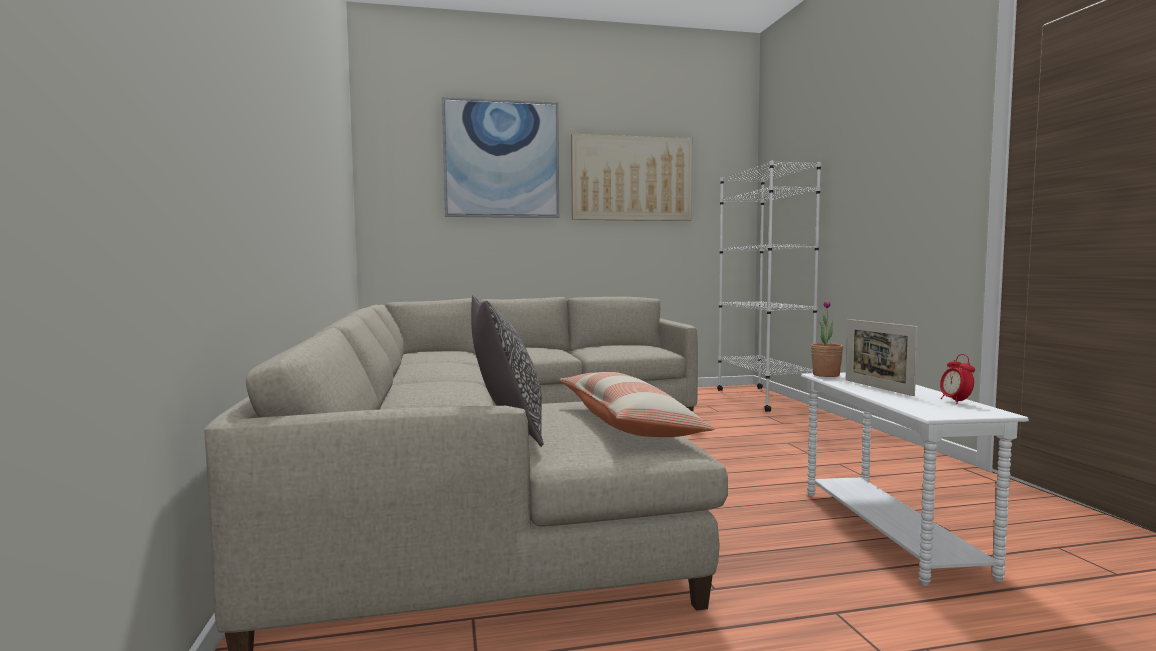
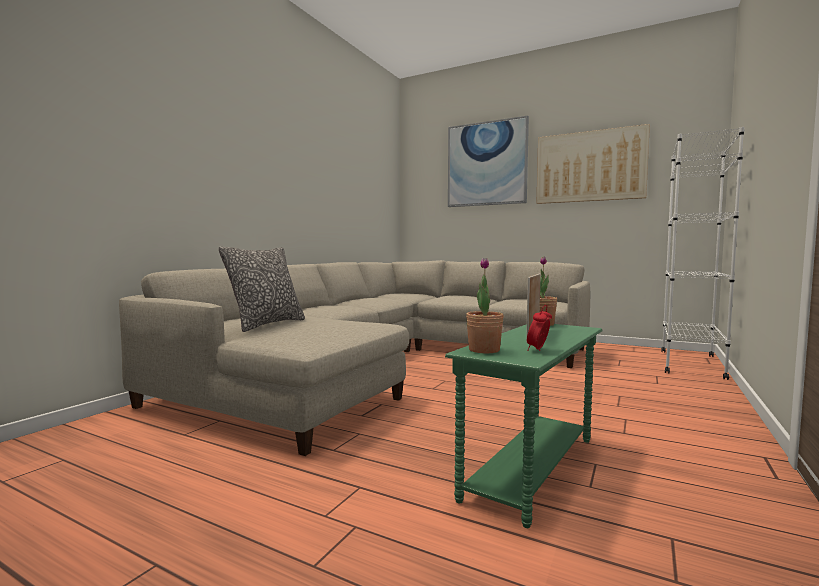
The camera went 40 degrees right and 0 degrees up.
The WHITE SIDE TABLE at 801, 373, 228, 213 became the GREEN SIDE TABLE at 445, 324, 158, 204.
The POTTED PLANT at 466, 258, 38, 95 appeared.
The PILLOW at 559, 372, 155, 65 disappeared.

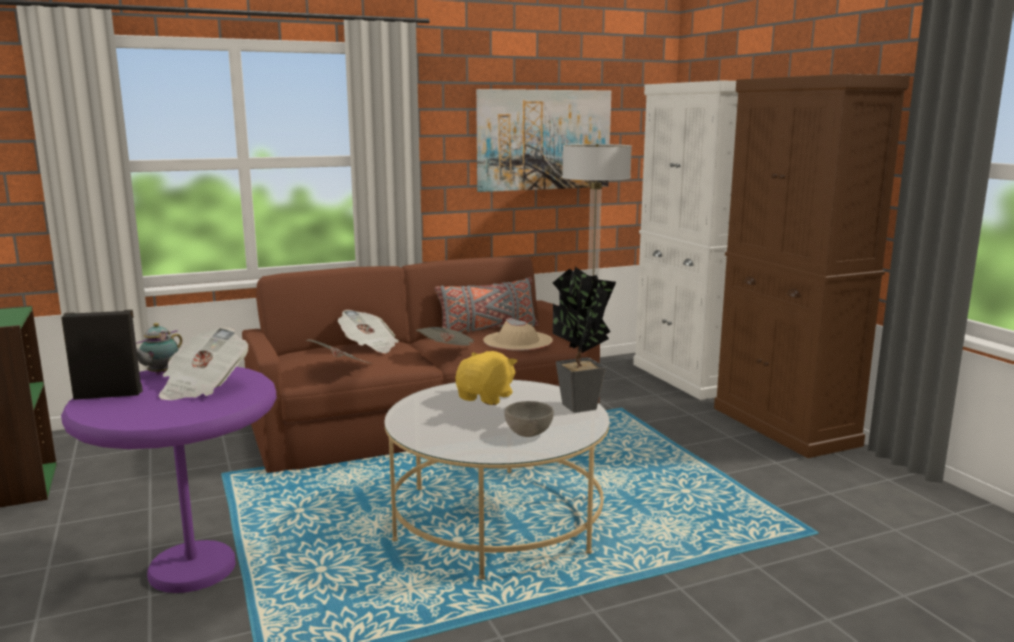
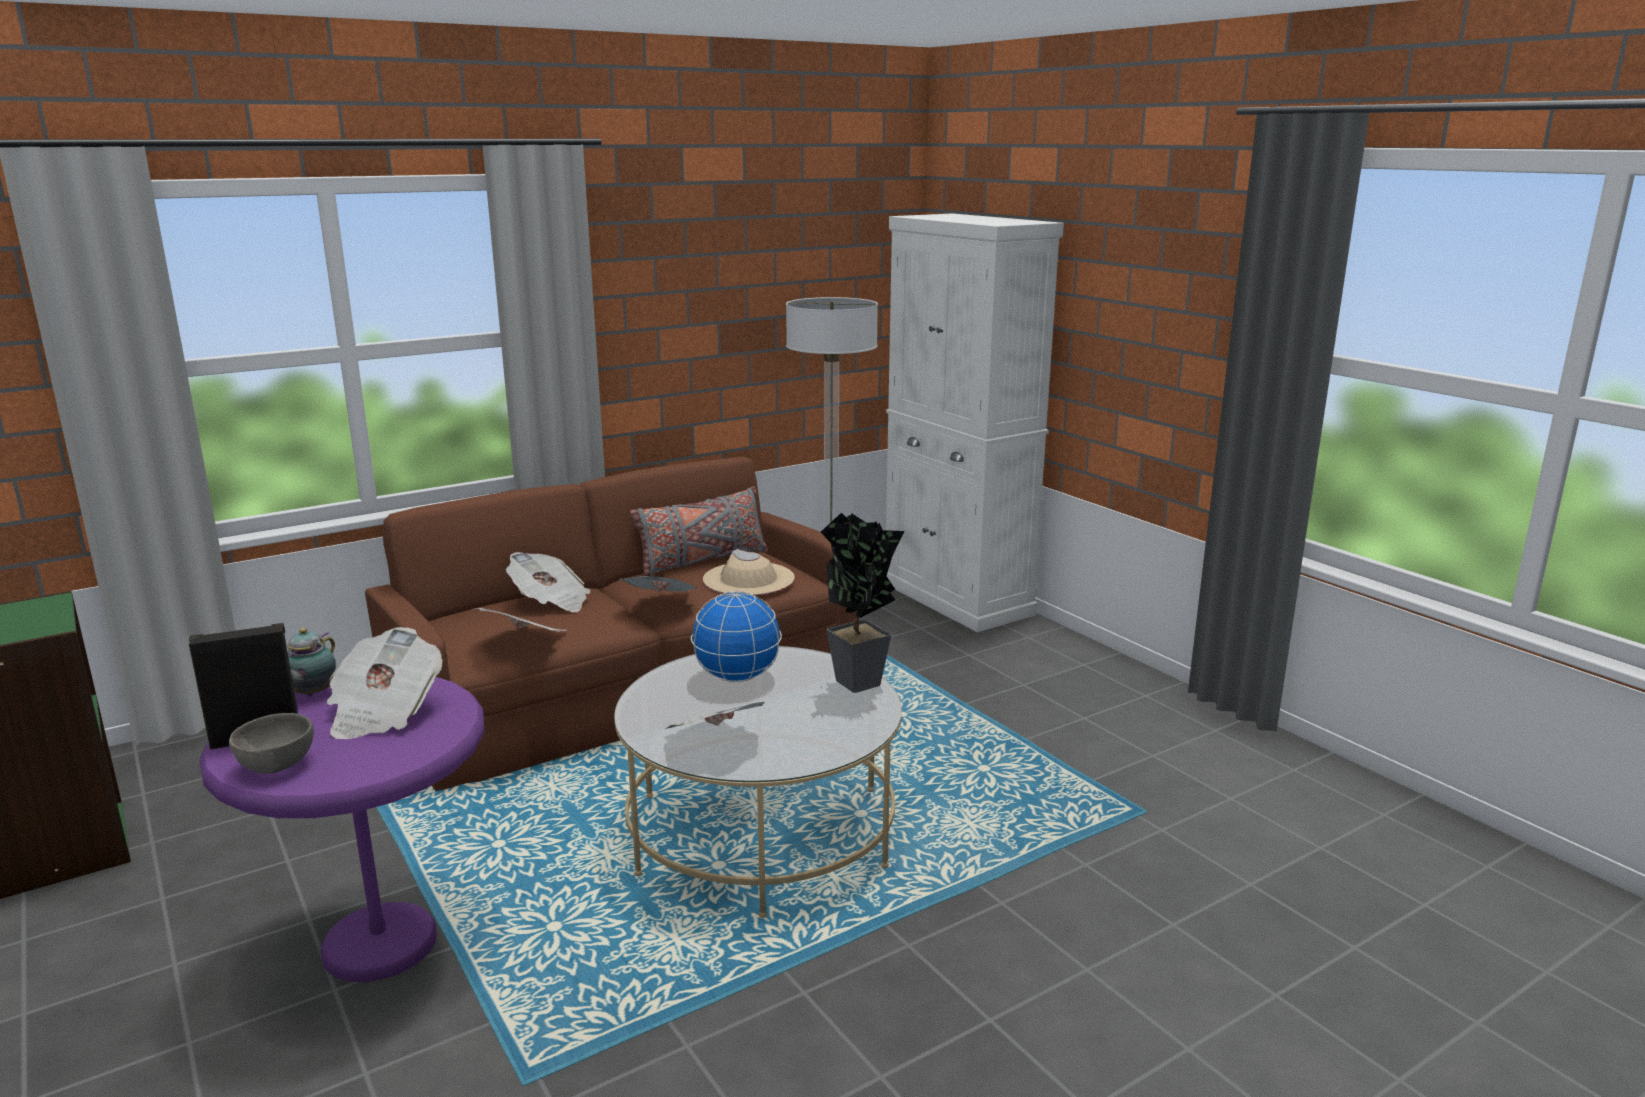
The camera went 10 degrees left and 5 degrees up.
The GREY BOWL moved from 504, 401, 50, 36 to 229, 713, 85, 61.
The NEWSPAPER at 667, 702, 98, 26 appeared.
The YELLOW PLUSH TOY at 456, 351, 61, 54 was replaced by the GLOBE at 691, 591, 91, 91.
The PICTURE at 476, 89, 135, 103 disappeared.
The BROWN CABINET at 714, 74, 196, 384 disappeared.

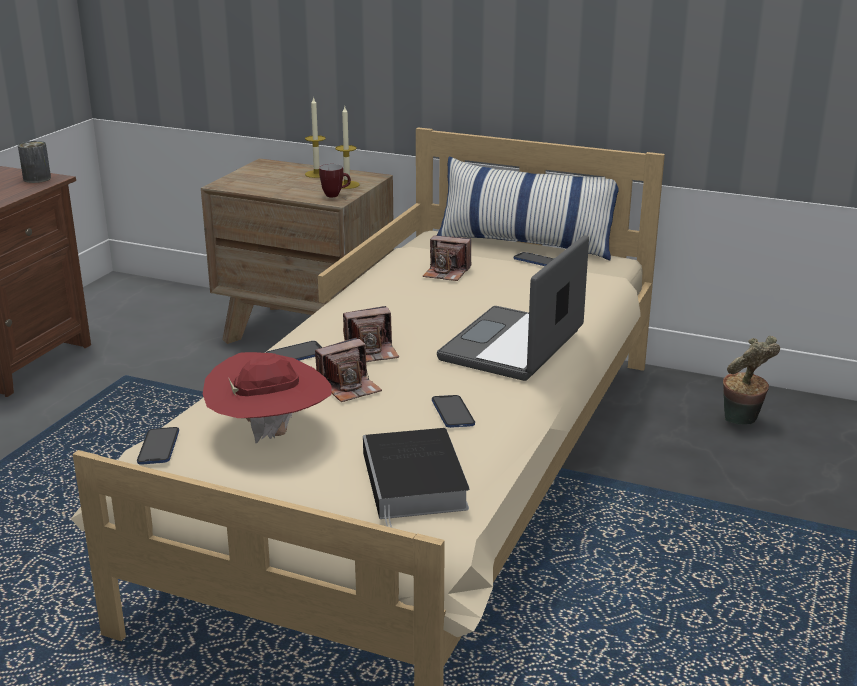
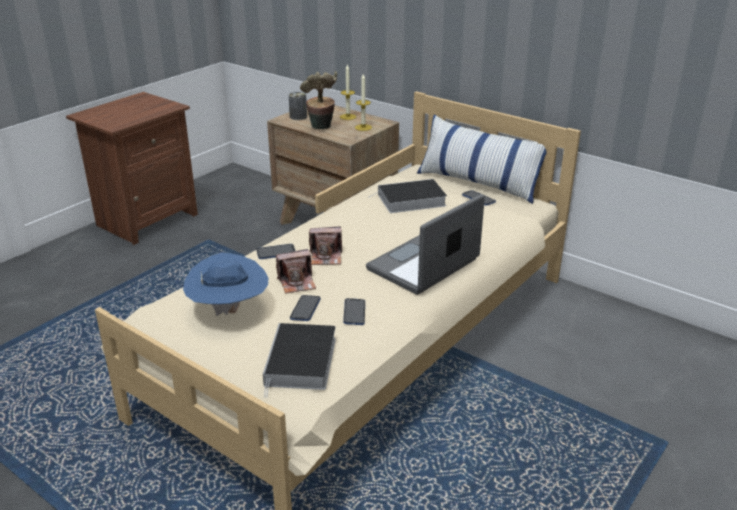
The camera went 15 degrees right and 5 degrees up.
The RED HAT at 203, 352, 129, 91 became the BLUE HAT at 183, 253, 85, 63.
The CAN moved from 18, 141, 33, 42 to 289, 92, 18, 28.
The PHONE moved from 137, 427, 42, 38 to 290, 295, 31, 26.
The POTTED PLANT moved from 723, 336, 57, 89 to 300, 71, 37, 58.
The PHOTO CAMERA at 423, 235, 48, 46 was replaced by the BOOK at 368, 179, 79, 34.
The MUG at 319, 164, 32, 33 disappeared.

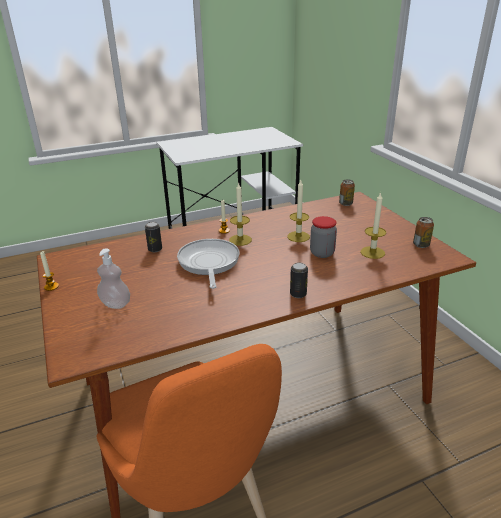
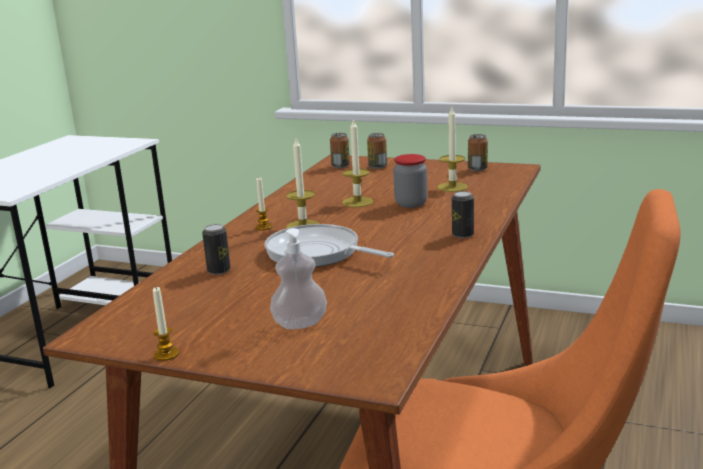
The camera went 45 degrees left and 10 degrees down.
The CAN at 367, 133, 20, 36 appeared.

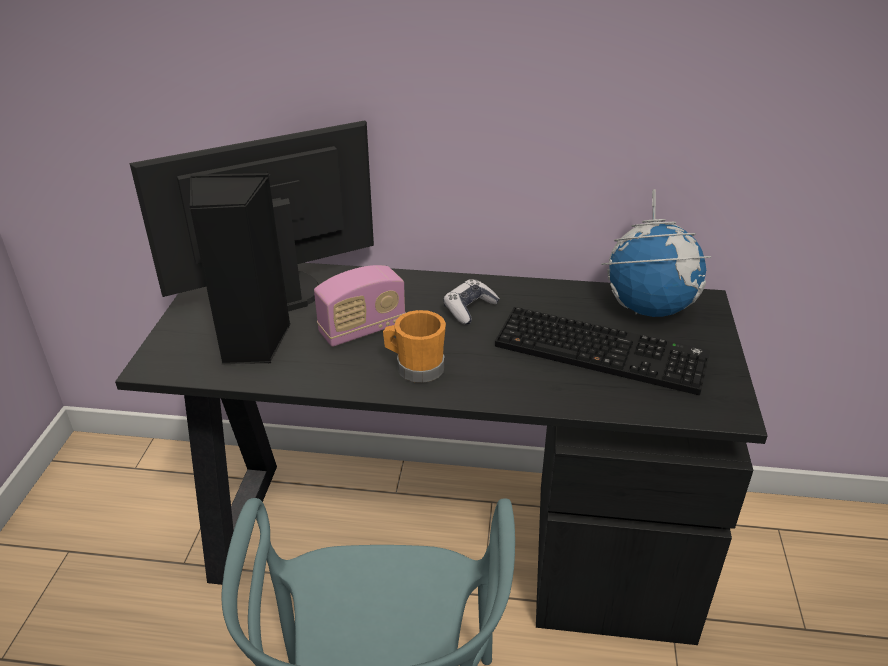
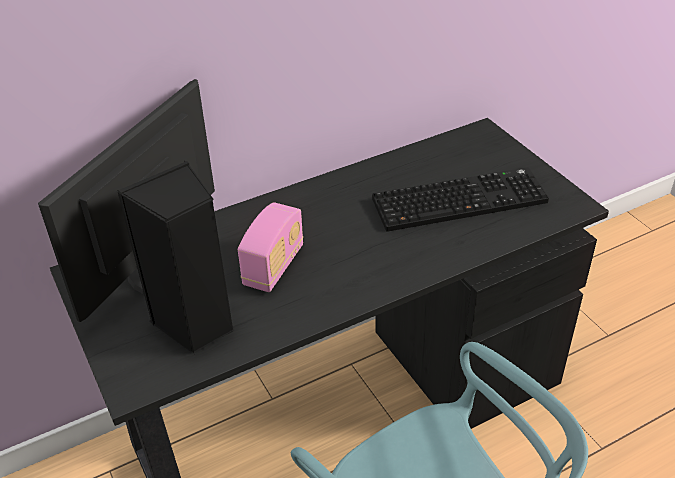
The camera went 35 degrees left and 5 degrees up.
The ORANGE MUG at 383, 310, 63, 73 disappeared.
The GAME CONTROLLER at 443, 279, 56, 46 disappeared.
The GLOBE at 601, 189, 110, 128 disappeared.

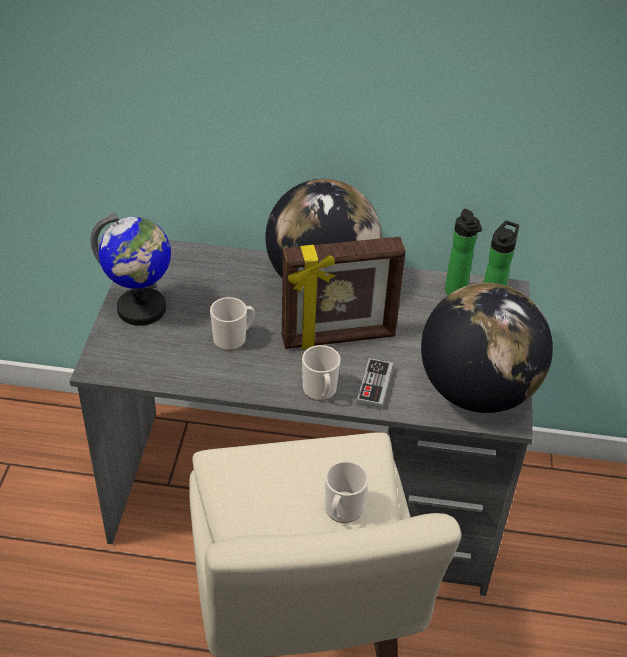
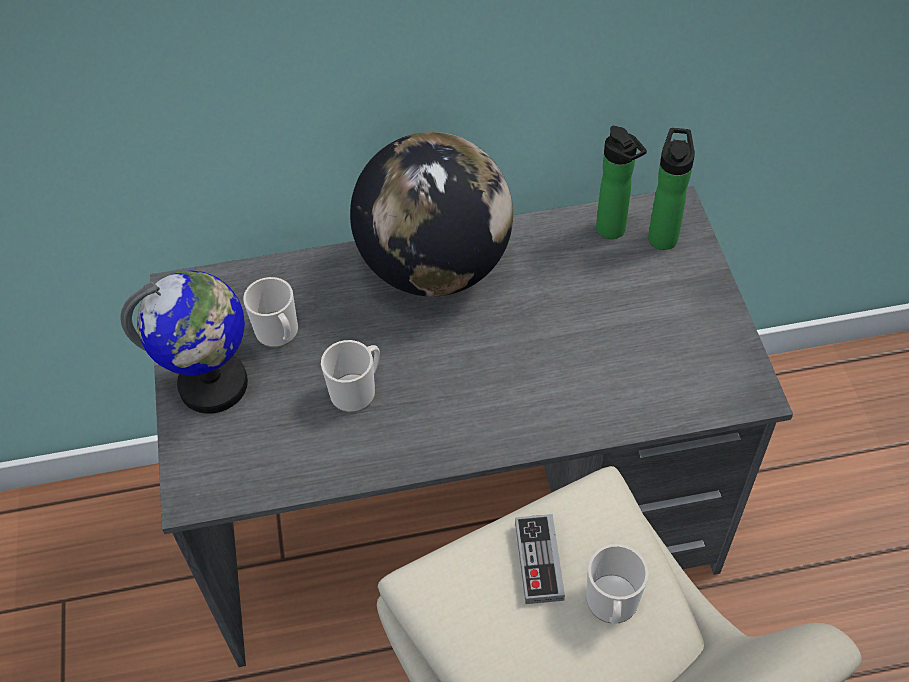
The camera went 15 degrees left and 10 degrees up.
The MUG moved from 302, 345, 39, 56 to 243, 277, 55, 70.
The GAME CONTROLLER moved from 356, 358, 37, 52 to 515, 514, 50, 90.
The PICTURE FRAME at 282, 237, 124, 112 disappeared.
The GLOBE at 421, 283, 132, 130 disappeared.

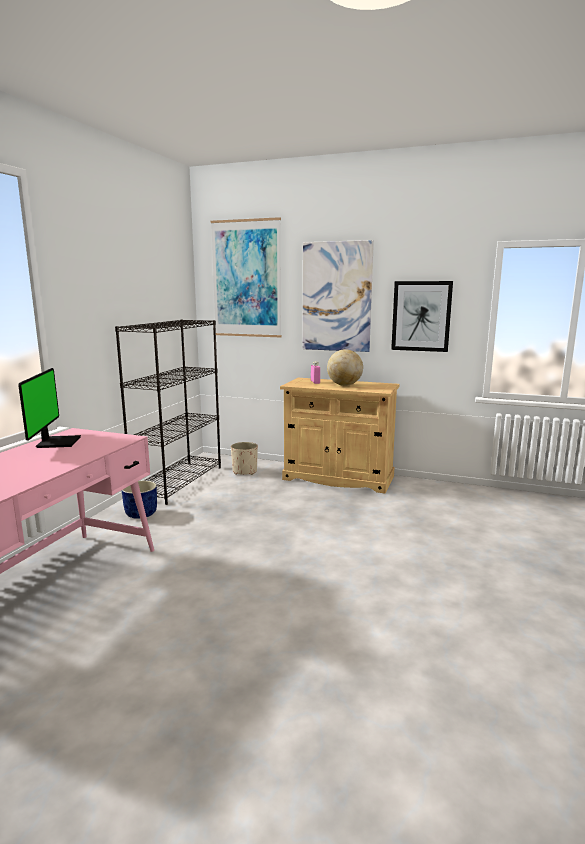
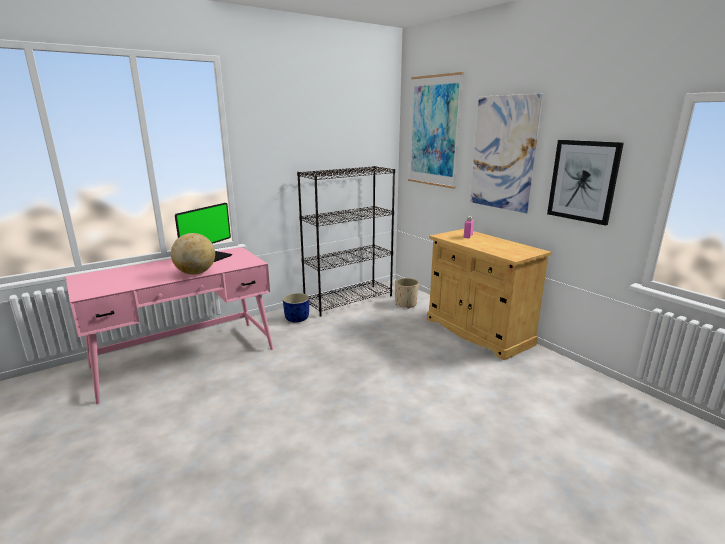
The camera went 35 degrees right and 5 degrees up.
The GLOBE moved from 327, 349, 36, 37 to 171, 233, 44, 42.

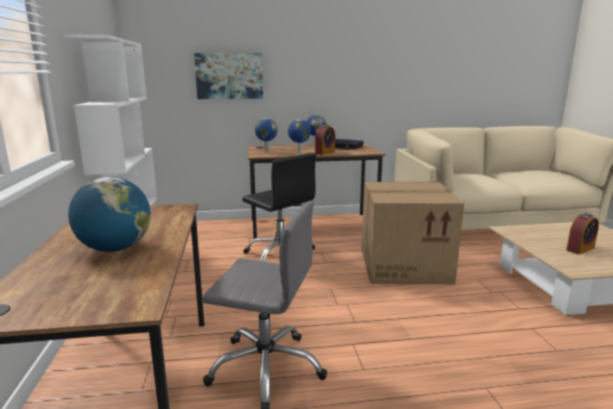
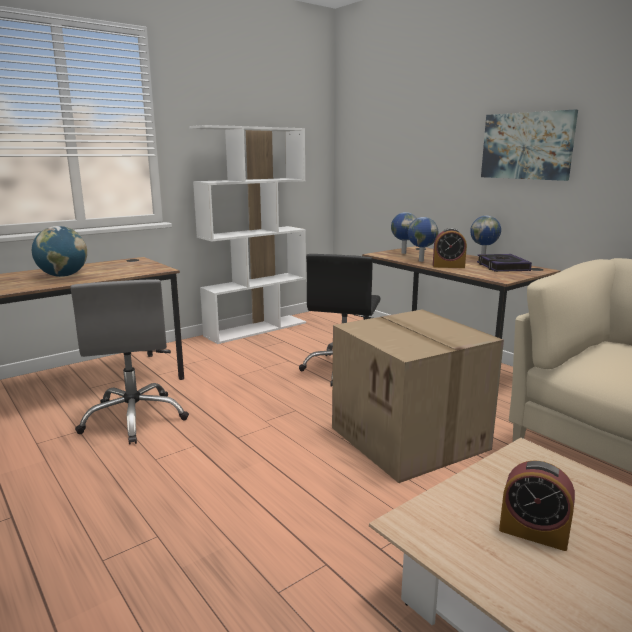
The camera went 60 degrees right and 0 degrees up.
The PICTURE moved from 194, 53, 69, 46 to 481, 109, 97, 72.

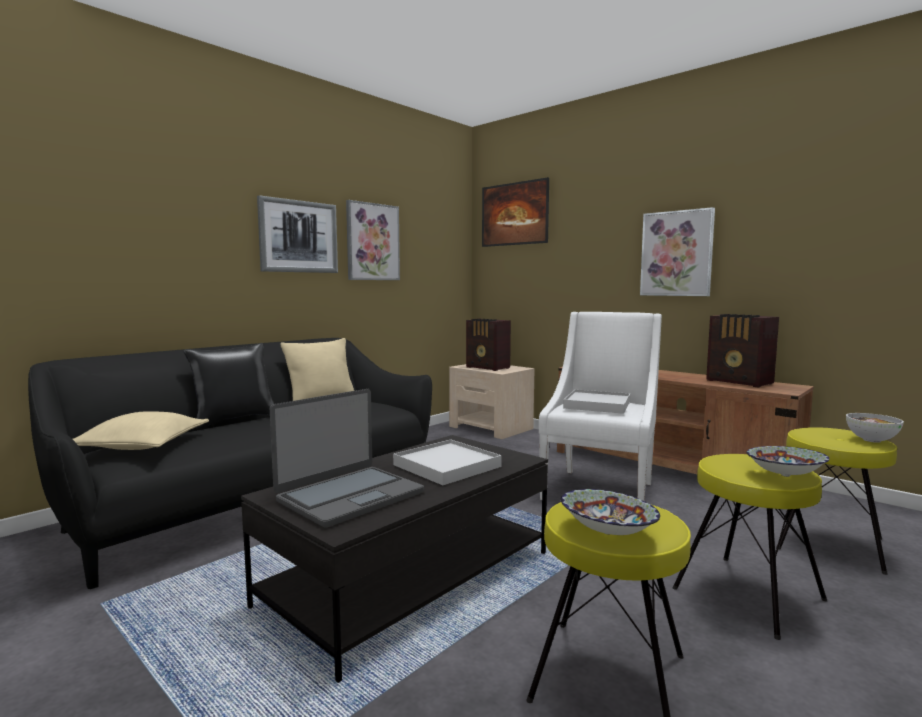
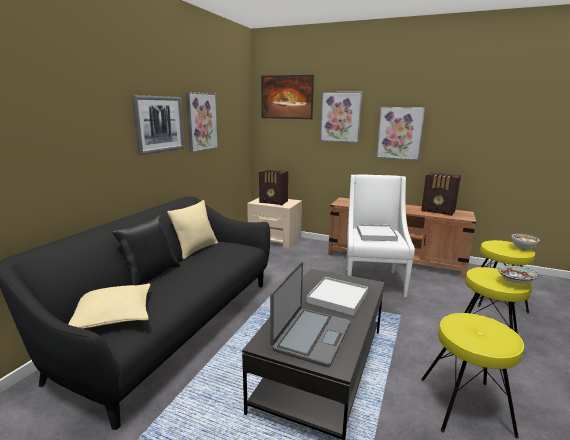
The camera went 20 degrees left and 10 degrees up.
The PICTURE at 320, 92, 42, 51 appeared.
The BOWL at 561, 489, 99, 46 disappeared.

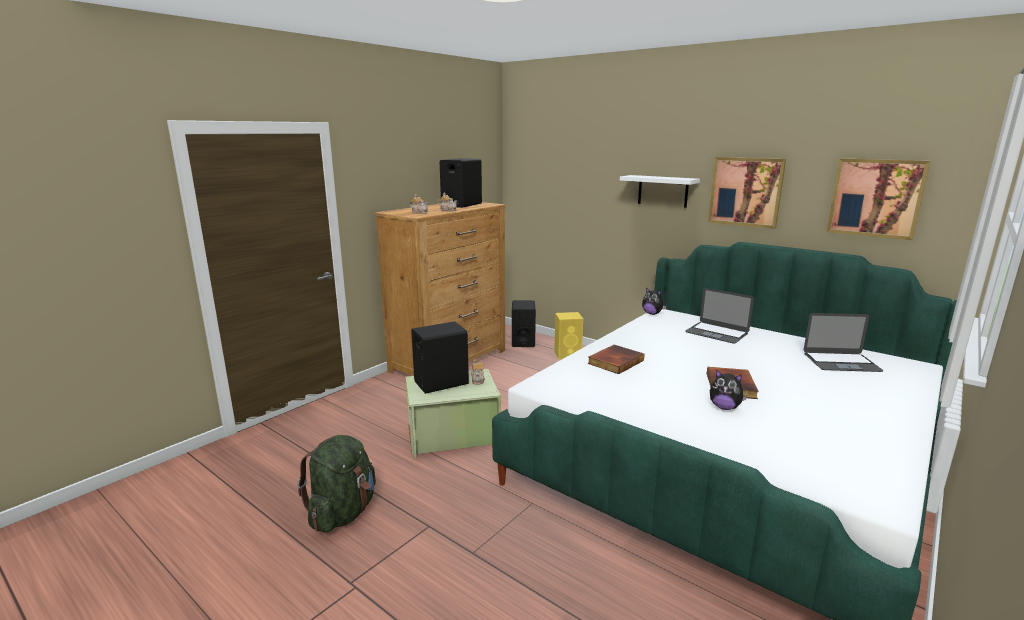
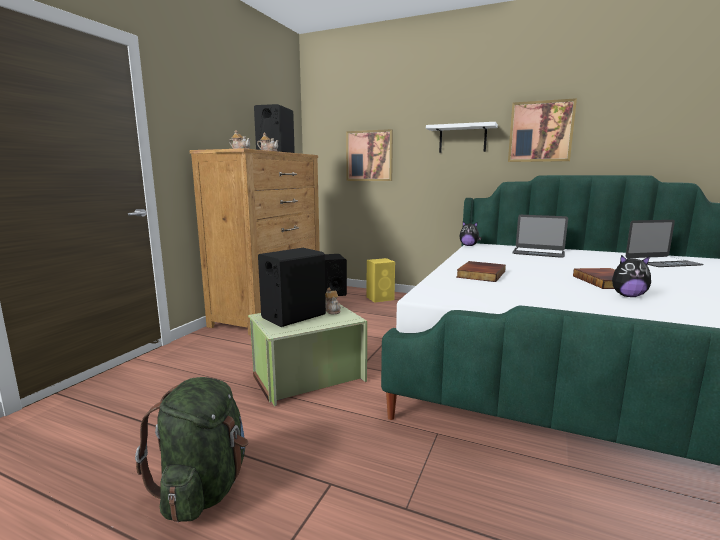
The camera went 15 degrees left and 5 degrees down.
The PICTURE moved from 827, 158, 103, 82 to 346, 129, 47, 52.

